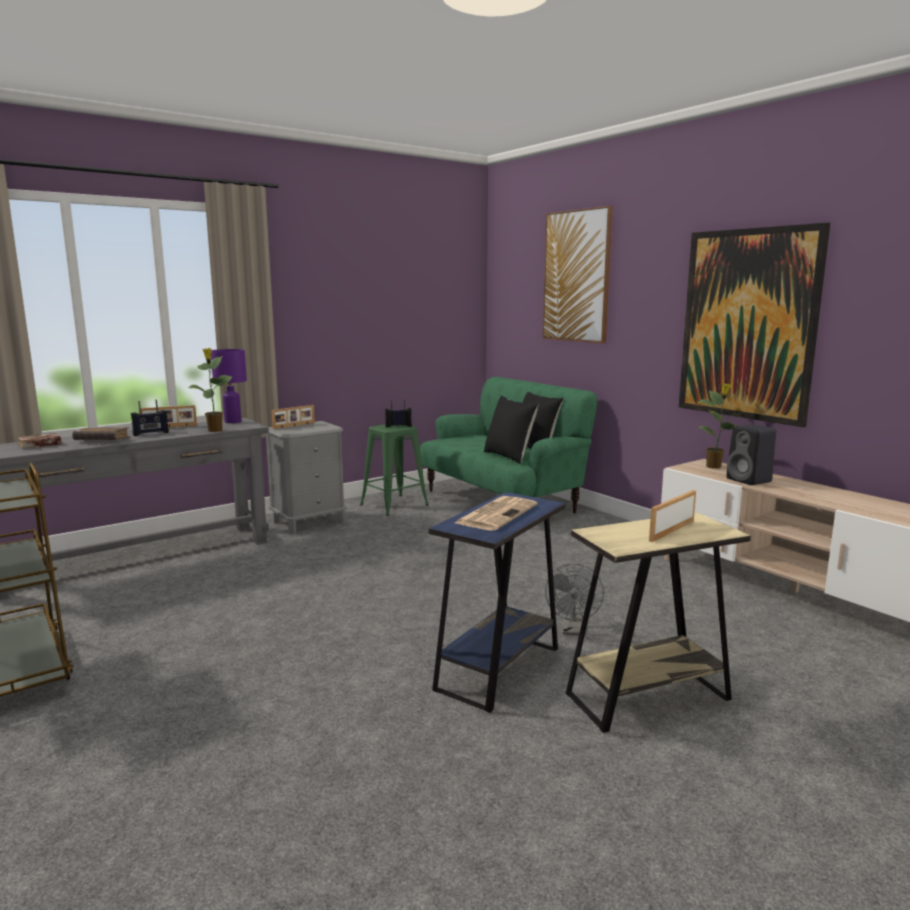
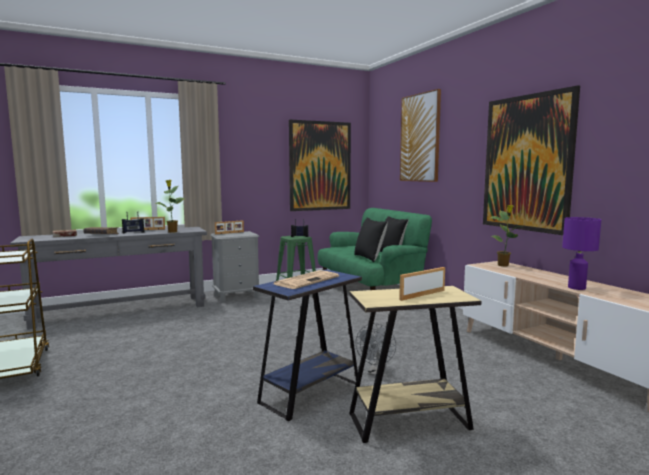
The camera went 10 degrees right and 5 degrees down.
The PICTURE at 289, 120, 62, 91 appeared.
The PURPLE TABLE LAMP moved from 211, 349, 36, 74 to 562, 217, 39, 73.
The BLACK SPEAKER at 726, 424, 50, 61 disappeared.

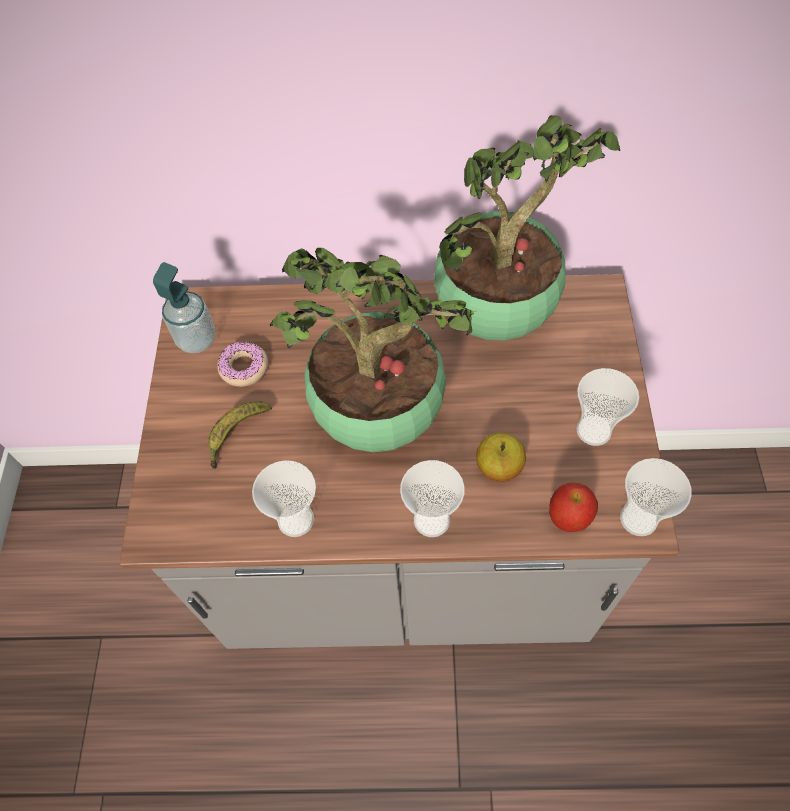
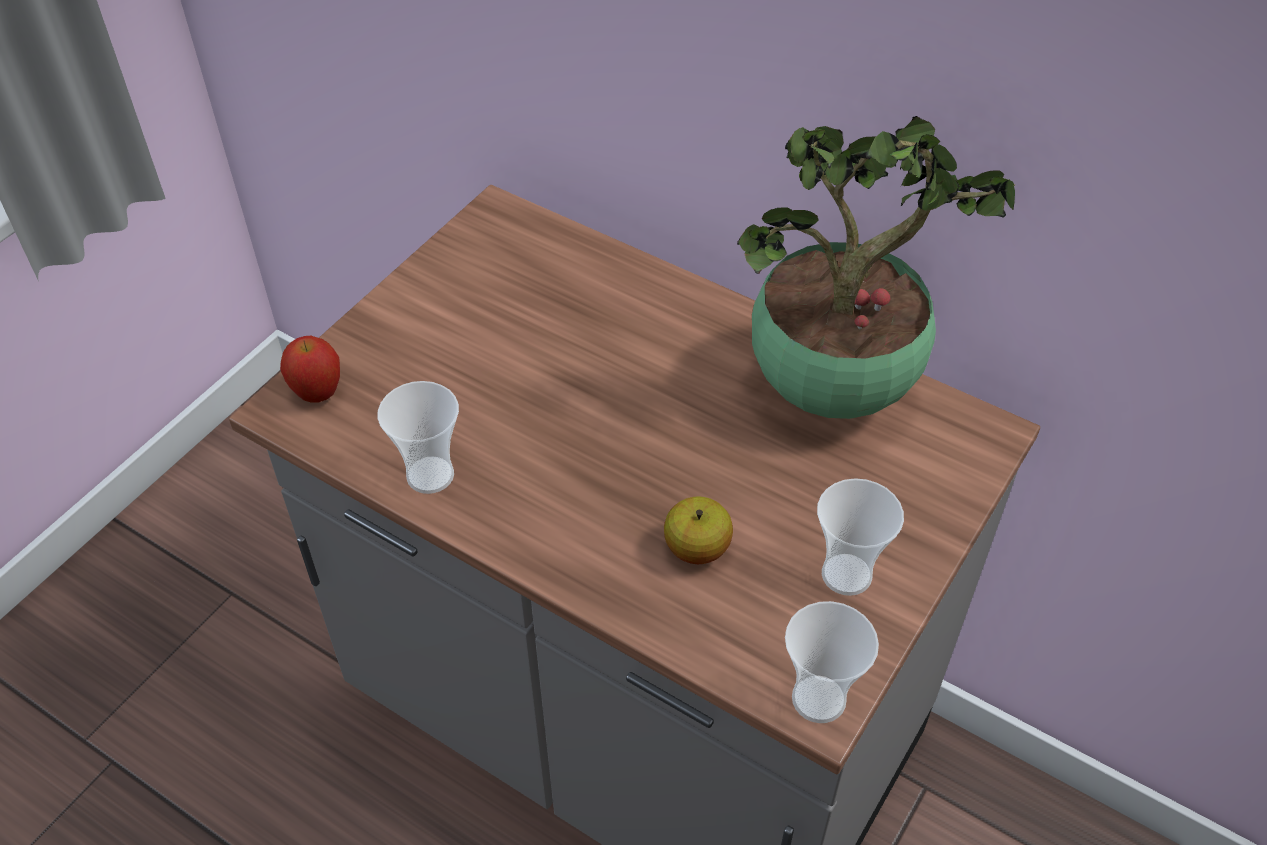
The camera went 30 degrees right and 10 degrees down.
The APPLE moved from 549, 482, 49, 50 to 280, 335, 60, 67.
The SOAP DISPENSER at 153, 262, 62, 92 disappeared.
The BANANA at 208, 401, 64, 68 disappeared.
The DONUT at 217, 341, 51, 46 disappeared.
The POTTED PLANT at 270, 248, 207, 204 disappeared.
The CUP at 400, 460, 64, 77 disappeared.

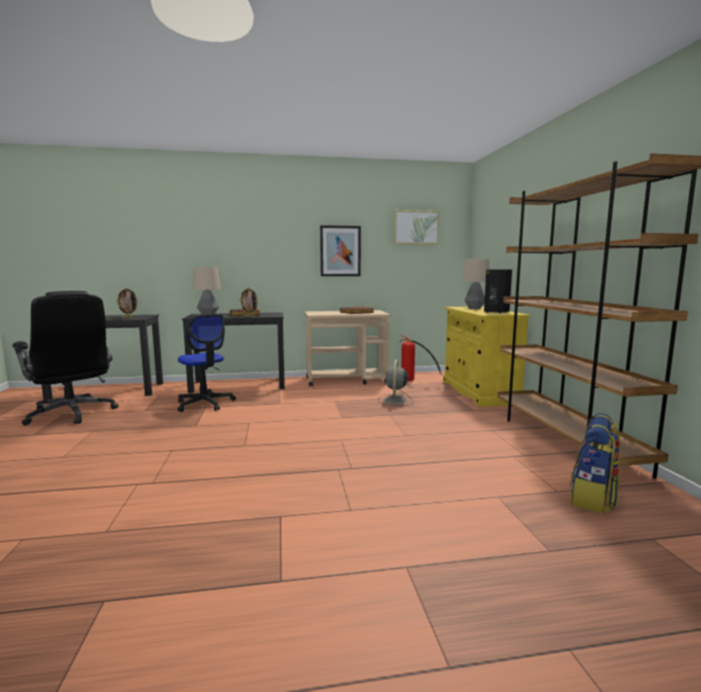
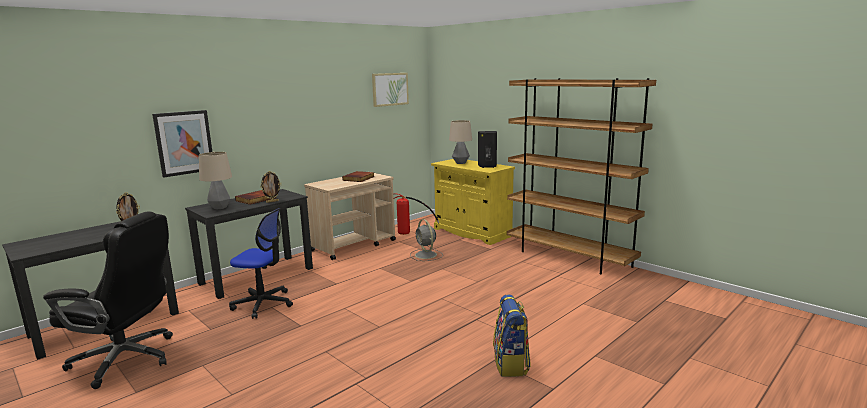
The camera went 35 degrees left and 5 degrees up.
The PICTURE moved from 320, 225, 41, 51 to 152, 110, 60, 68.
The BACKPACK moved from 570, 413, 51, 101 to 493, 295, 38, 82.

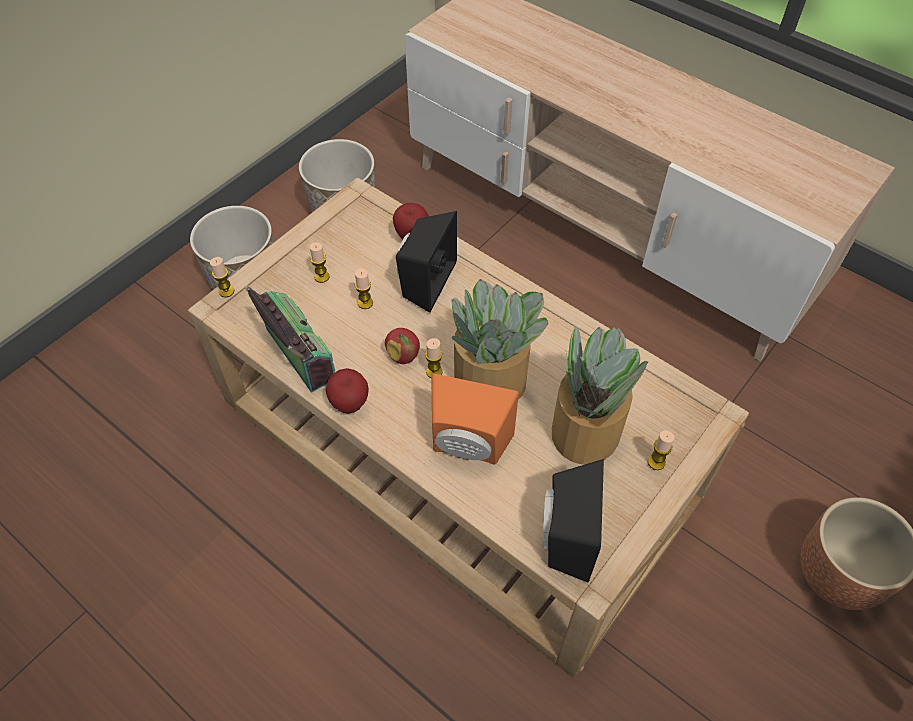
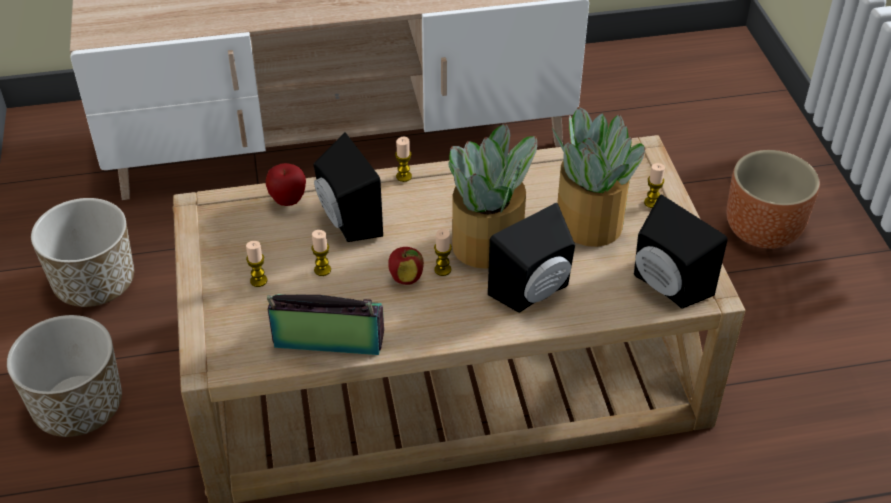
The camera went 50 degrees left and 10 degrees down.
The CANDLE moved from 210, 257, 24, 40 to 395, 137, 17, 45.
The ORANGE SPEAKER at 431, 374, 88, 91 became the BLACK SPEAKER at 488, 203, 87, 110.
The APPLE at 326, 368, 43, 46 disappeared.

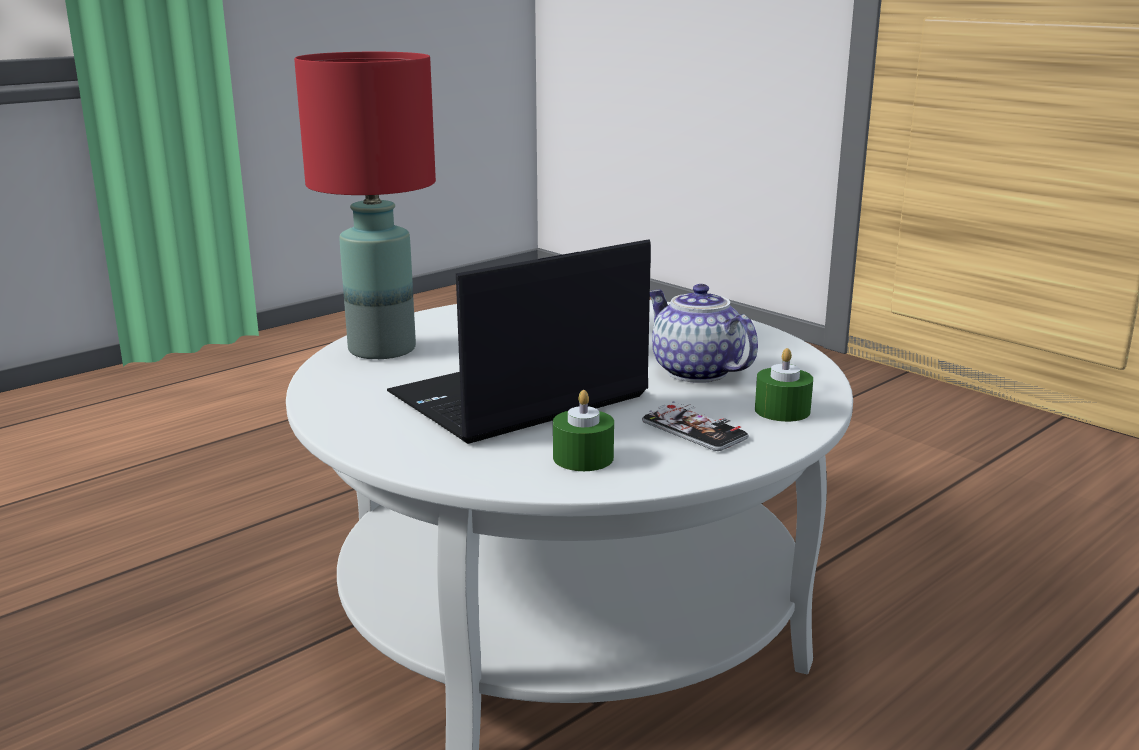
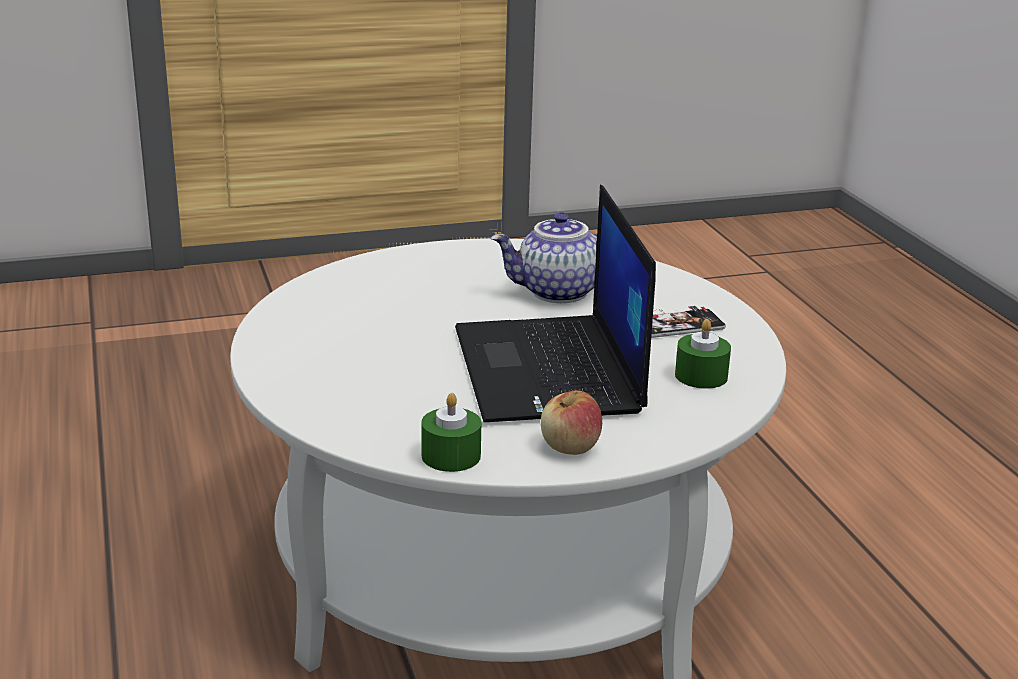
The camera went 65 degrees left and 5 degrees up.
The GREEN CANDLE moved from 755, 348, 58, 74 to 421, 393, 60, 79.
The APPLE at 541, 390, 61, 65 appeared.
The RED TABLE LAMP at 294, 52, 142, 307 disappeared.

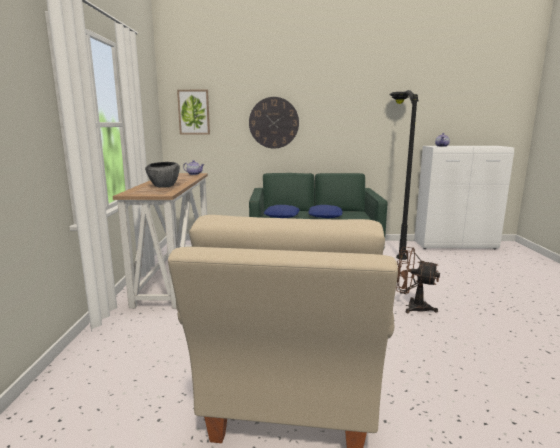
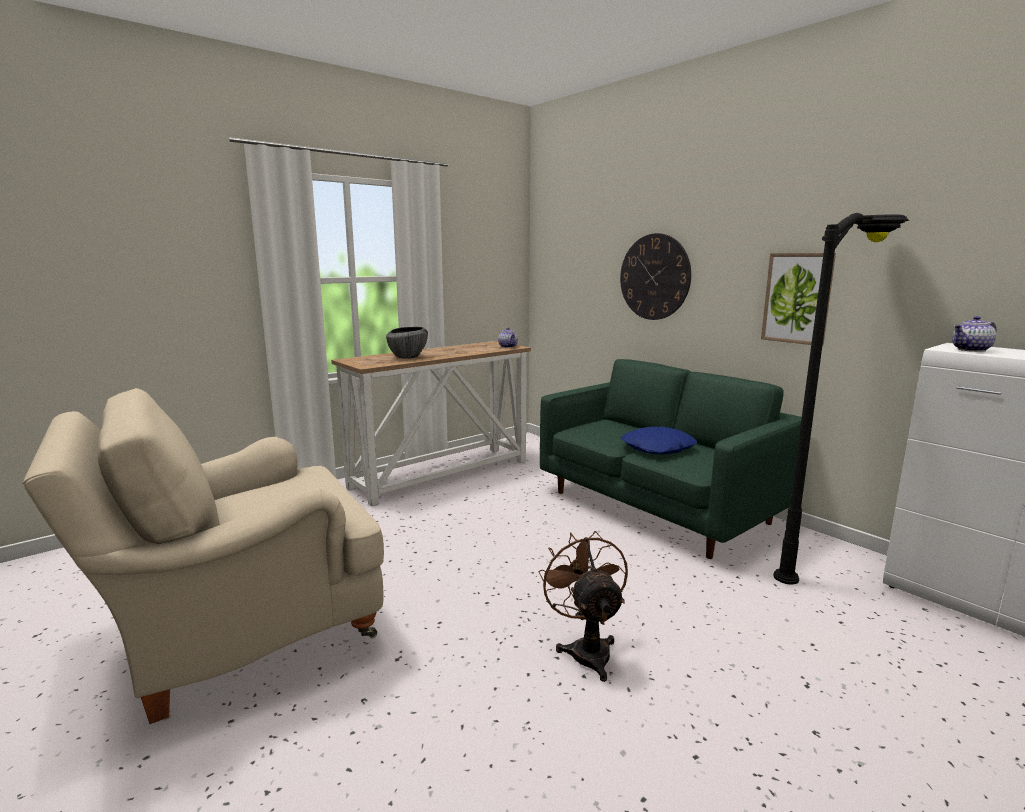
The camera went 50 degrees right and 0 degrees up.
The PICTURE moved from 177, 90, 33, 45 to 761, 253, 75, 93.
The BLUE PILLOW at 264, 205, 36, 13 disappeared.

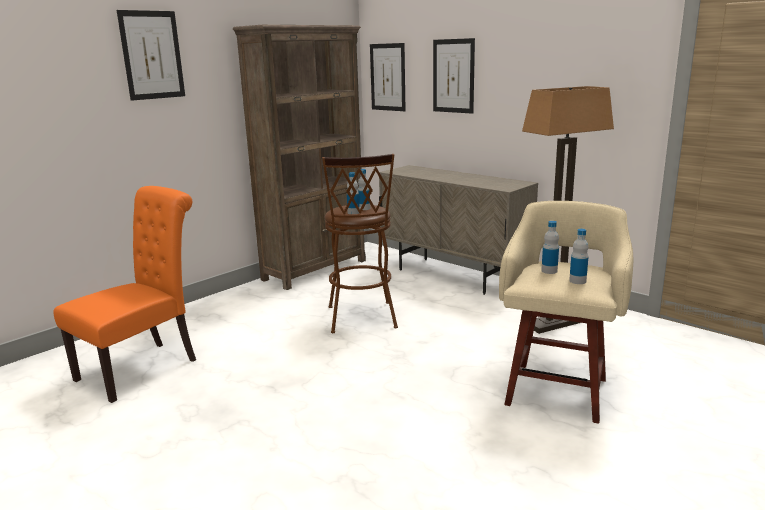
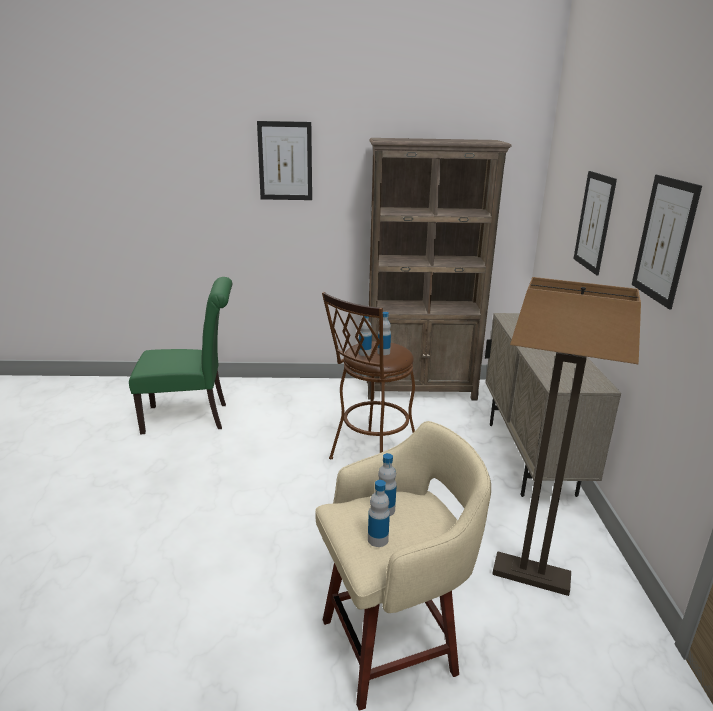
The camera went 45 degrees right and 5 degrees up.
The ORANGE CHAIR at 53, 186, 143, 217 became the GREEN CHAIR at 129, 277, 103, 157.
The PICTURE moved from 370, 43, 36, 68 to 632, 175, 70, 135.

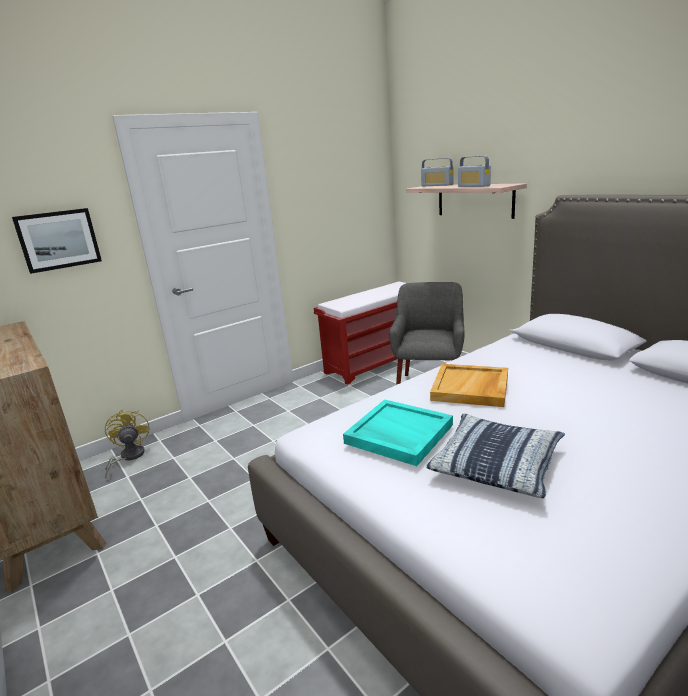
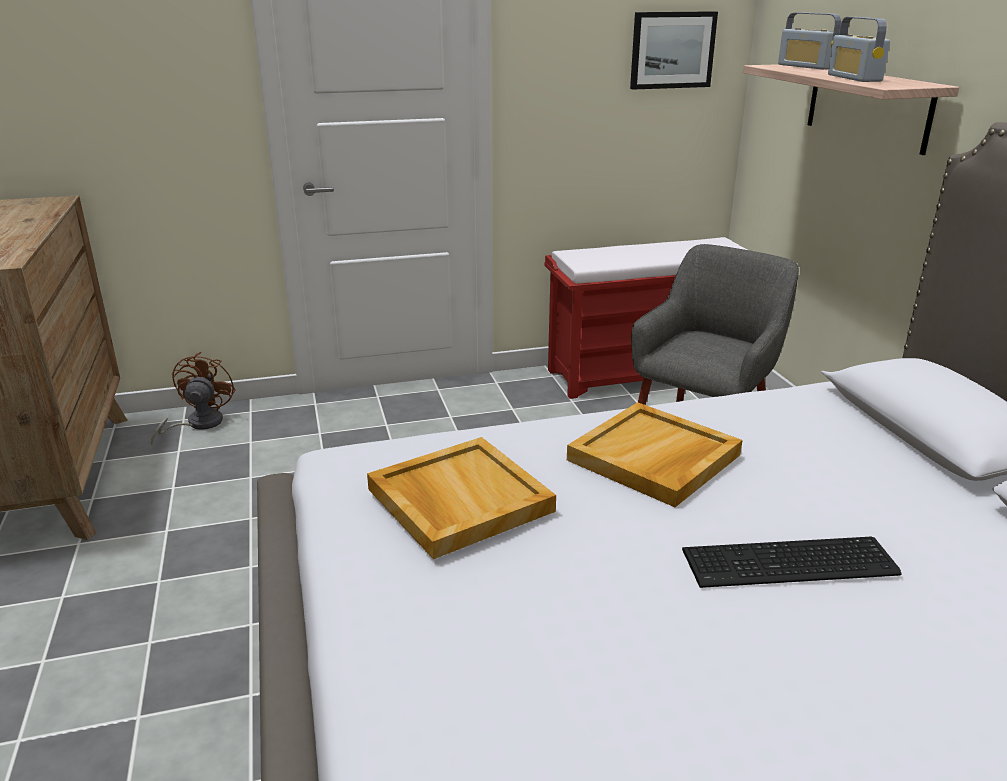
The camera went 20 degrees right and 5 degrees up.
The YELLOW FAN at 104, 409, 46, 70 became the BROWN FAN at 151, 352, 85, 94.
The TURQUOISE TRAY at 343, 399, 110, 67 became the BEIGE TRAY at 367, 437, 189, 122.
The PICTURE moved from 12, 208, 90, 66 to 630, 11, 88, 79.
The KEYBOARD at 682, 536, 220, 52 appeared.
The PILLOW at 426, 413, 139, 85 disappeared.

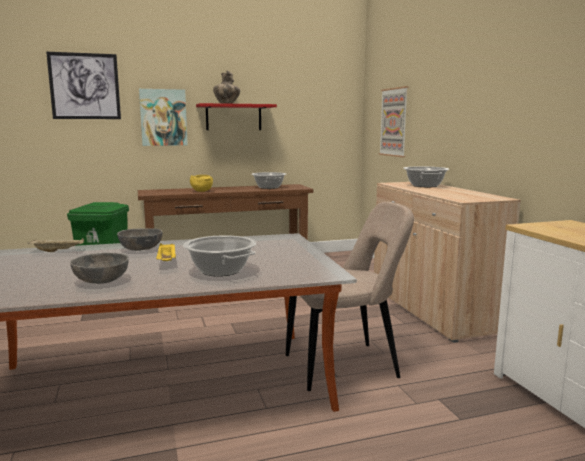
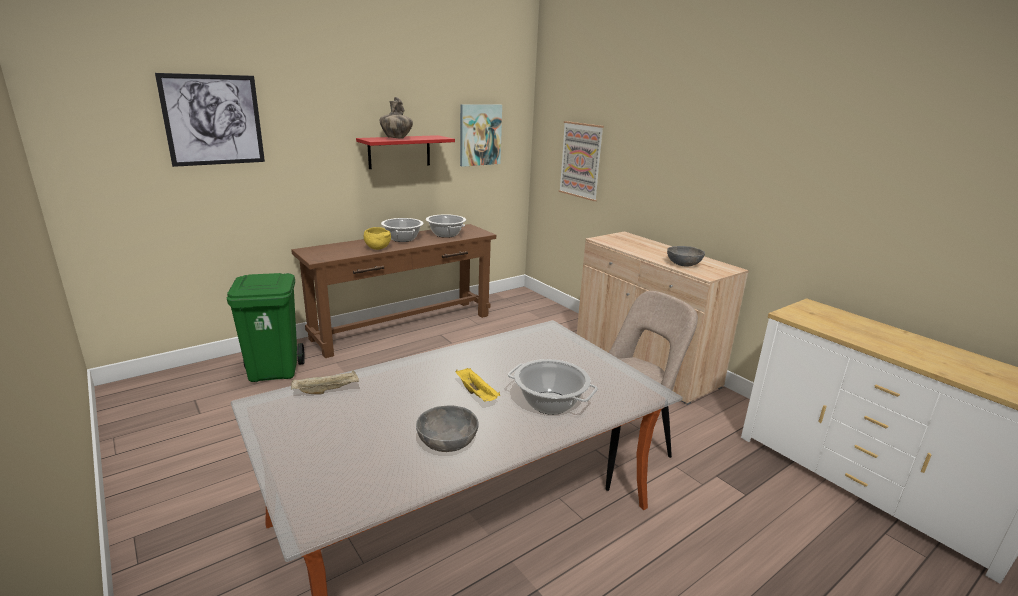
The camera went 20 degrees left and 10 degrees up.
The COOKING POT moved from 403, 166, 46, 21 to 381, 218, 43, 24.
The PICTURE moved from 139, 89, 49, 57 to 460, 104, 42, 63.
The GREY BOWL moved from 117, 228, 45, 23 to 667, 246, 38, 20.

